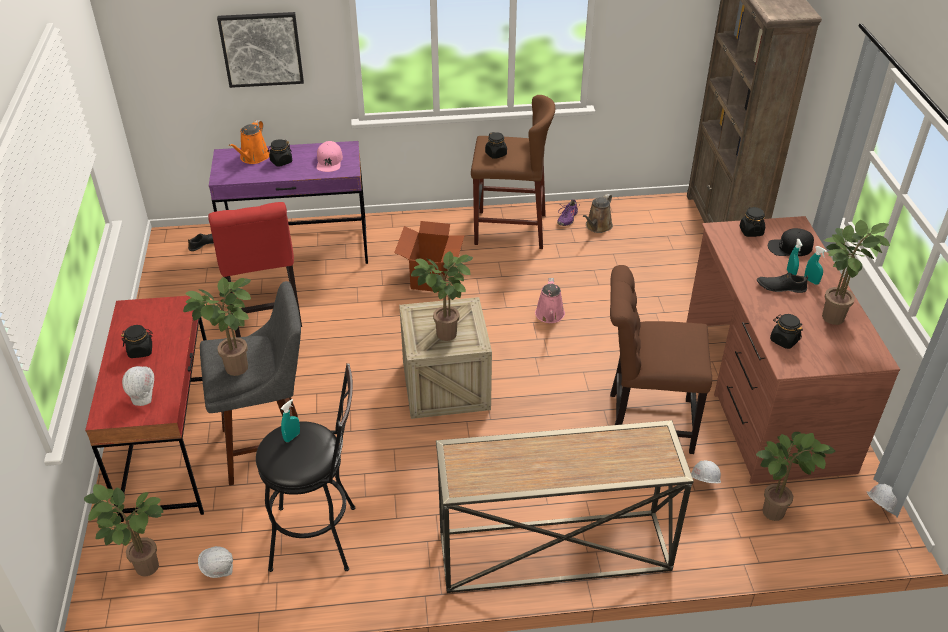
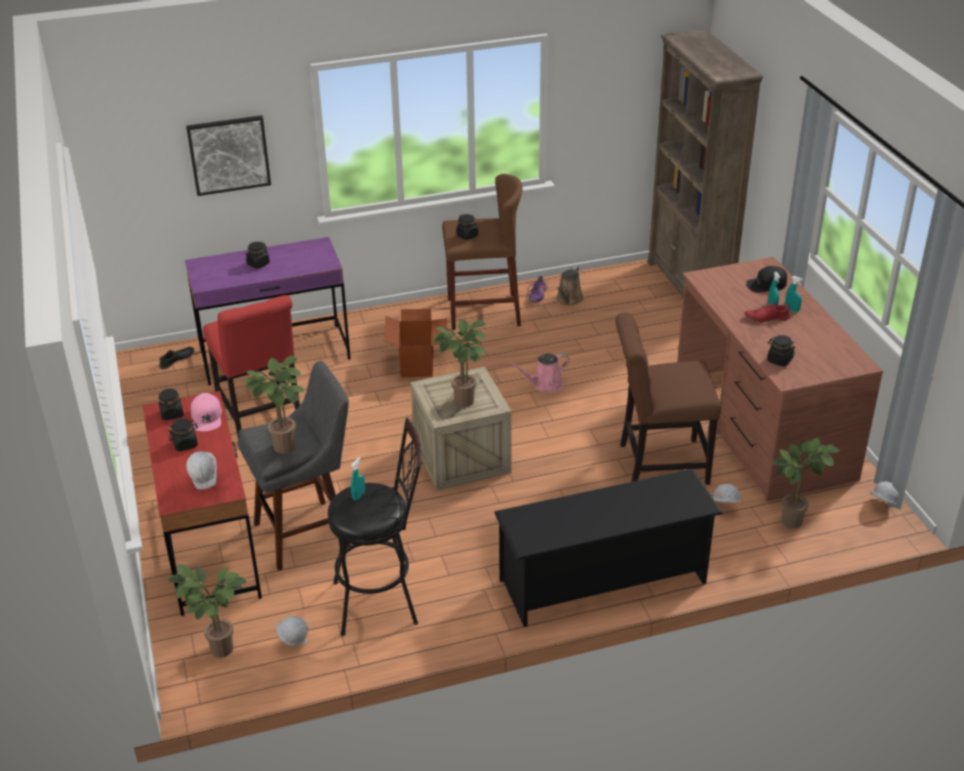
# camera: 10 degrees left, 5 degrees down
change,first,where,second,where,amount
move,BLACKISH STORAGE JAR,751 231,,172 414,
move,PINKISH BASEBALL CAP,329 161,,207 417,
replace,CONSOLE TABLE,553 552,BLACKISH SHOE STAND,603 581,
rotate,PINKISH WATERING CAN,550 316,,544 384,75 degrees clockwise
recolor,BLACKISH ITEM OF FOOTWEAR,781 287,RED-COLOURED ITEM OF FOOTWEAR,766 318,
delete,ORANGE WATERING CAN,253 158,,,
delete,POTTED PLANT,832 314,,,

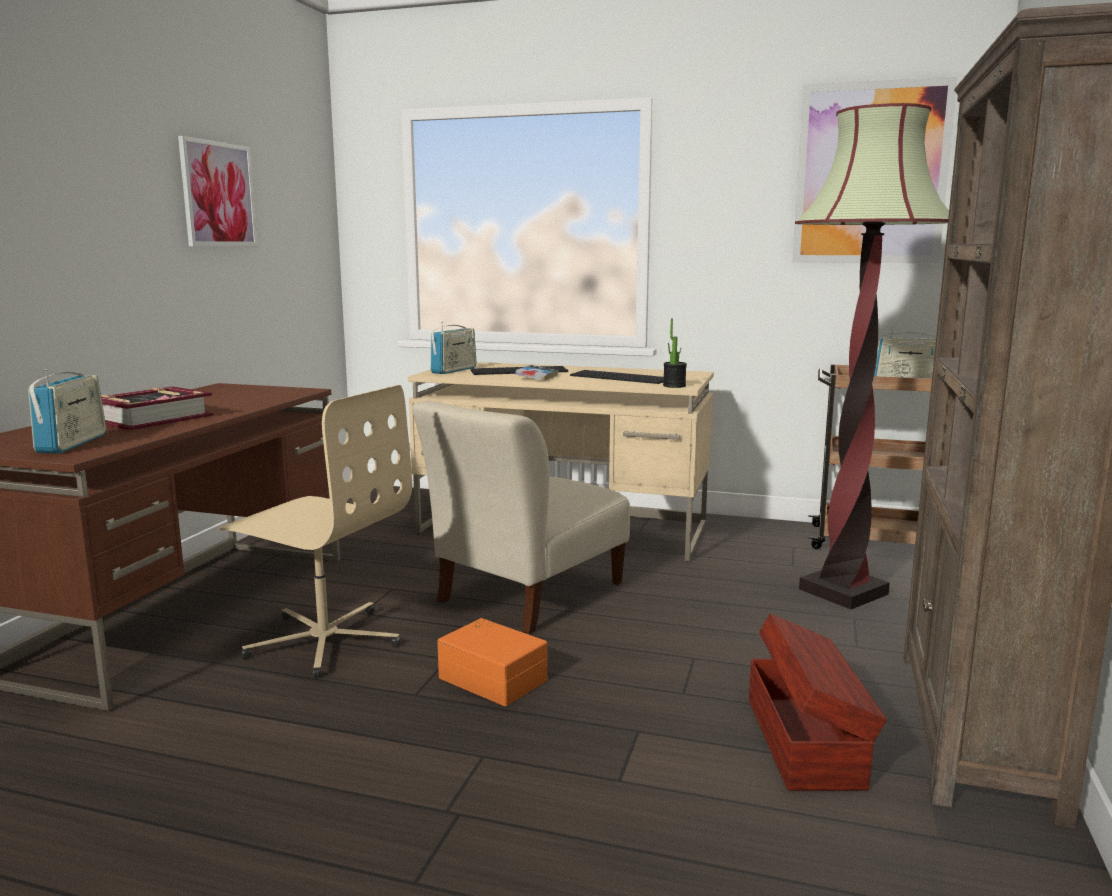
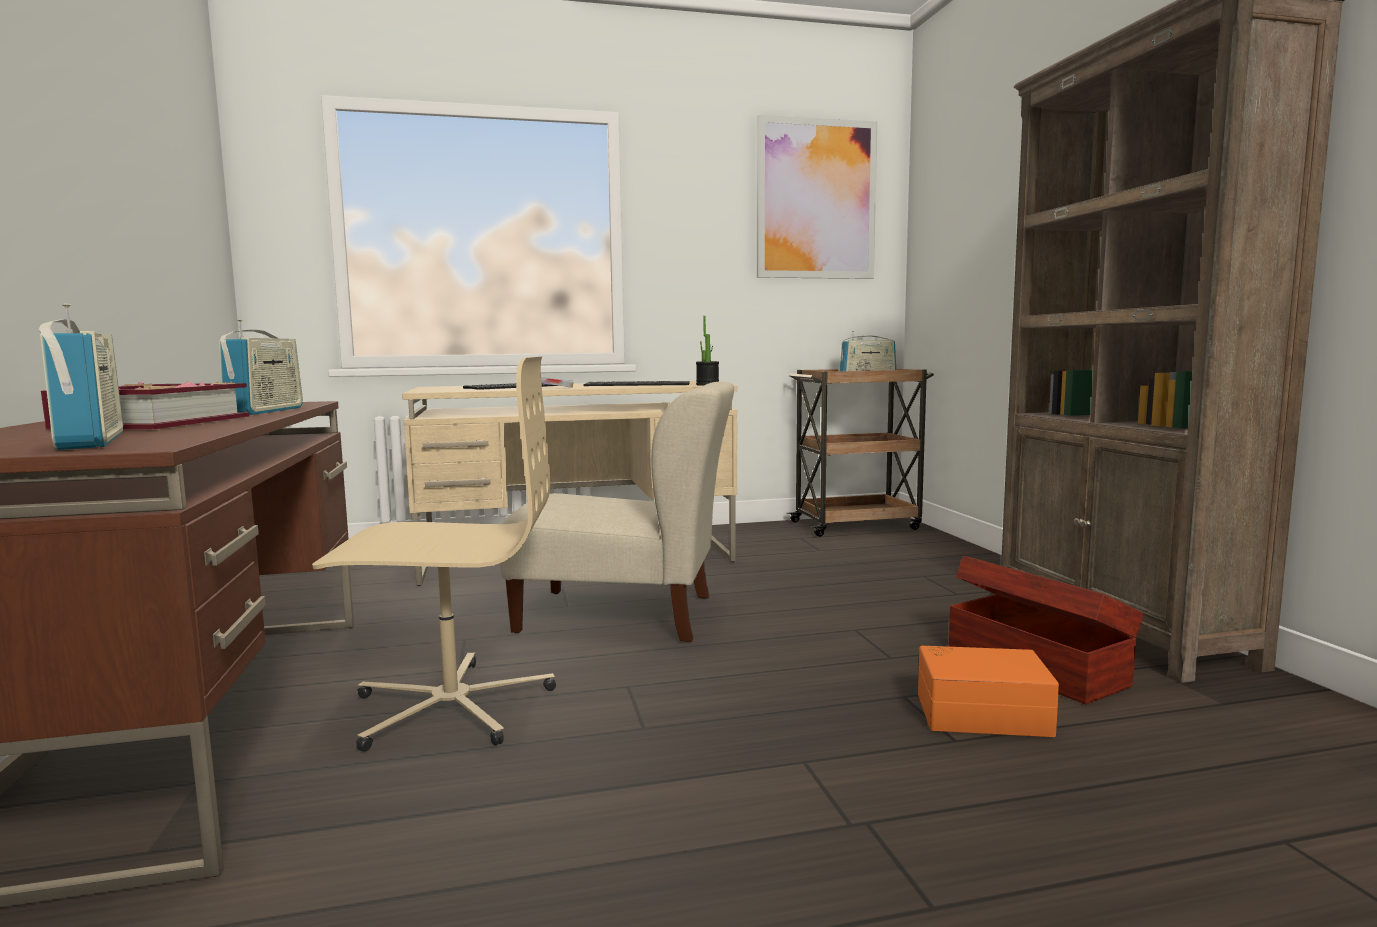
# camera: 30 degrees left, 5 degrees down
change,first,where,second,where,amount
move,RADIO RECEIVER,454 370,,266 411,
rotate,BEIGE-COLOURED PLAIN CHAIR,526 595,,626 615,90 degrees counterclockwise
move,ORANGE STORAGE CONTAINER,494 678,,981 712,
delete,WALL PICTURE,218 194,,,
delete,FLOOR LAMP,843 592,,,

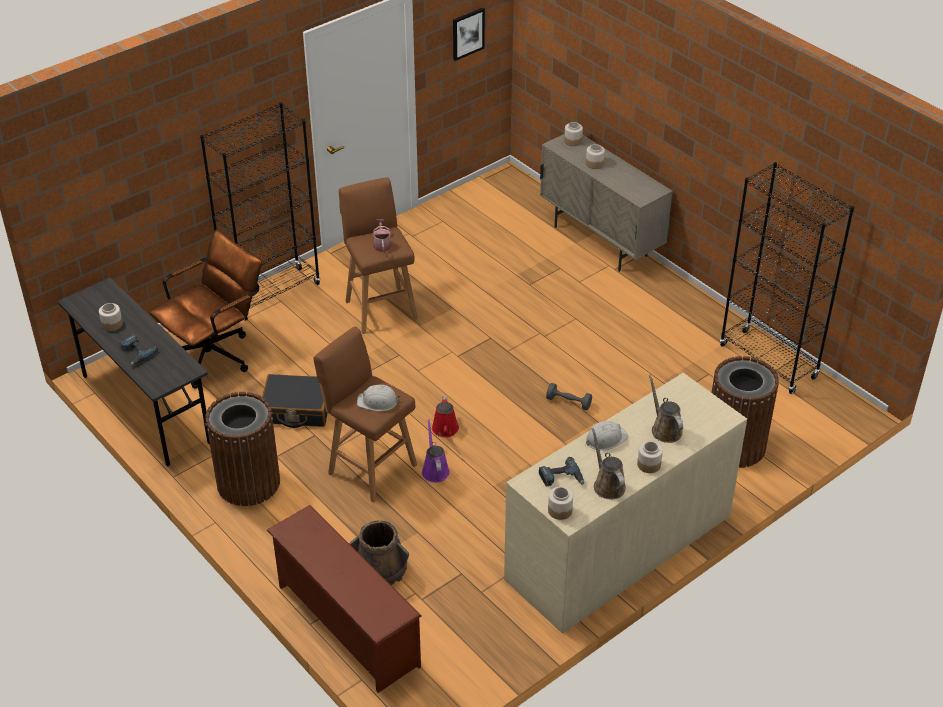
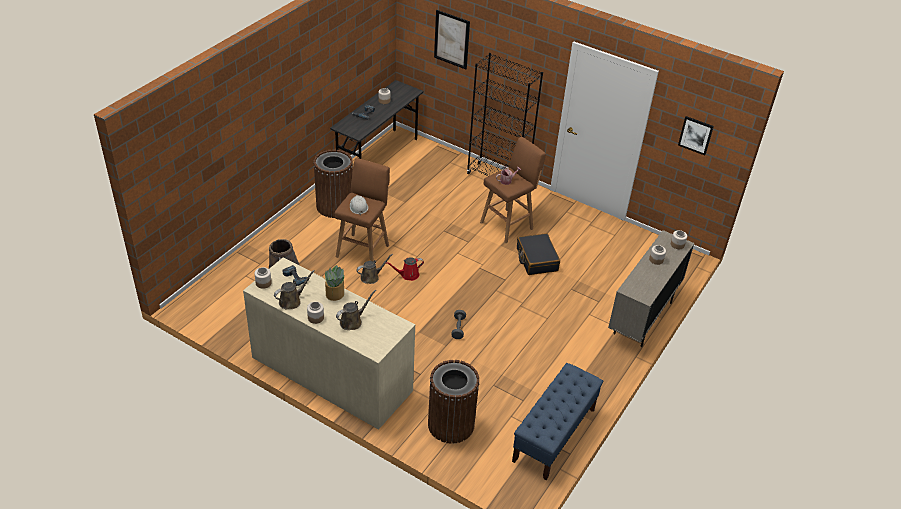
# camera: 70 degrees right, 0 degrees up
change,first,where,second,where,amount
replace,WHITISH SAFETY HELMET,605 438,POTTED PLANT,334 294,
recolor,PURPLE-COLOURED WATERING CAN,434 470,BROWN-COLOURED WATERING CAN,371 277,
insert,,,WALL PICTURE,451 39,
replace,BLACKISH BOOKCASE,768 362,BLUE-COLOURED LONG SEAT,554 435,
move,BLACKISH TRAVEL CASE,297 409,,536 259,
delete,BROWN-COLOURED DESK CHAIR,216 354,,,
delete,BROWN-COLOURED SHOE STAND,345 625,,,

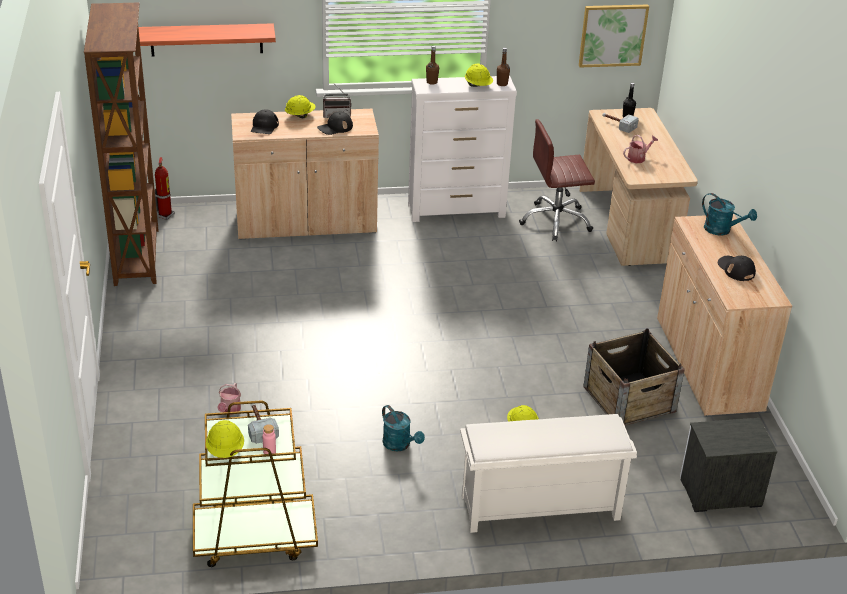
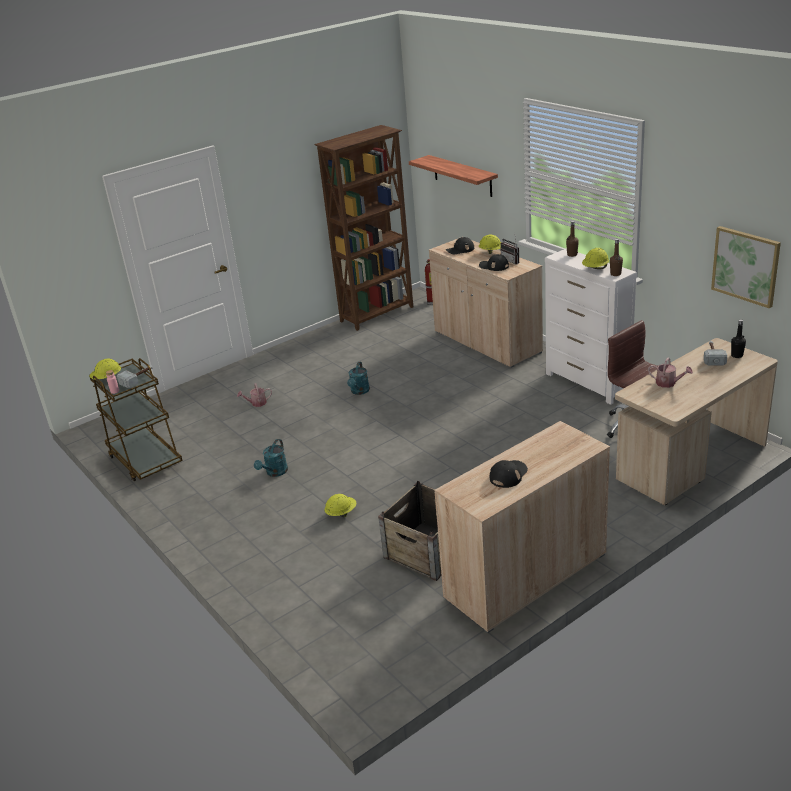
# camera: 65 degrees right, 5 degrees down
change,first,where,second,where,amount
move,BLUE-GREEN WATERING CAN,722 230,,359 391,
delete,WHITISH SHOE STAND,538 508,,,
delete,NIGHTSTAND,719 492,,,

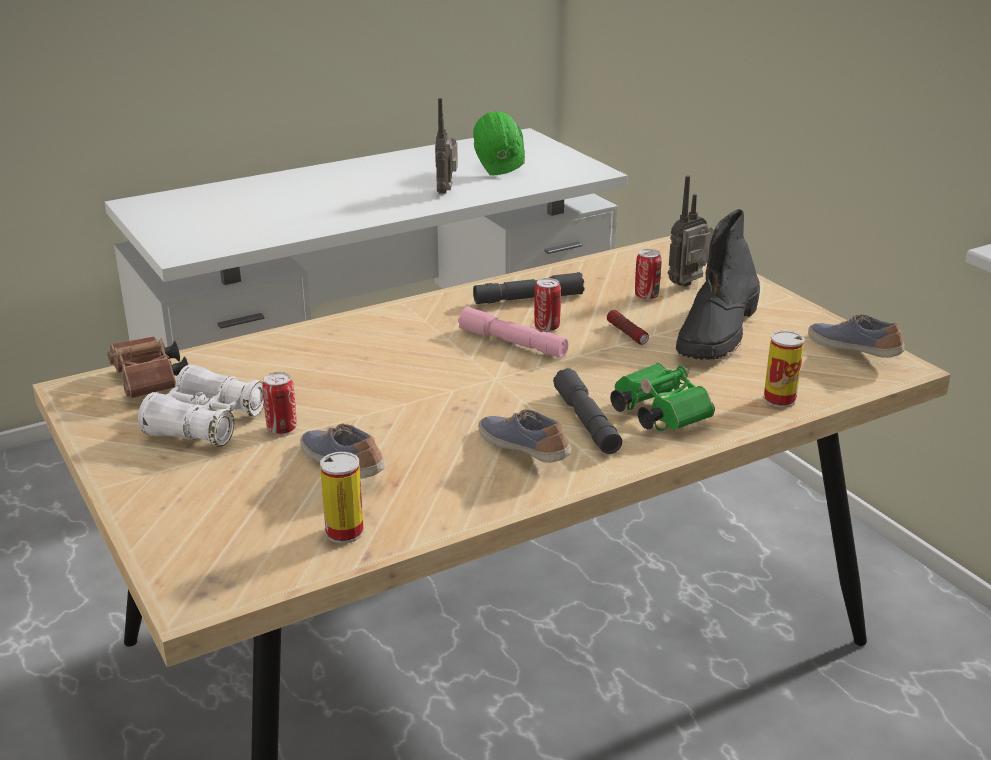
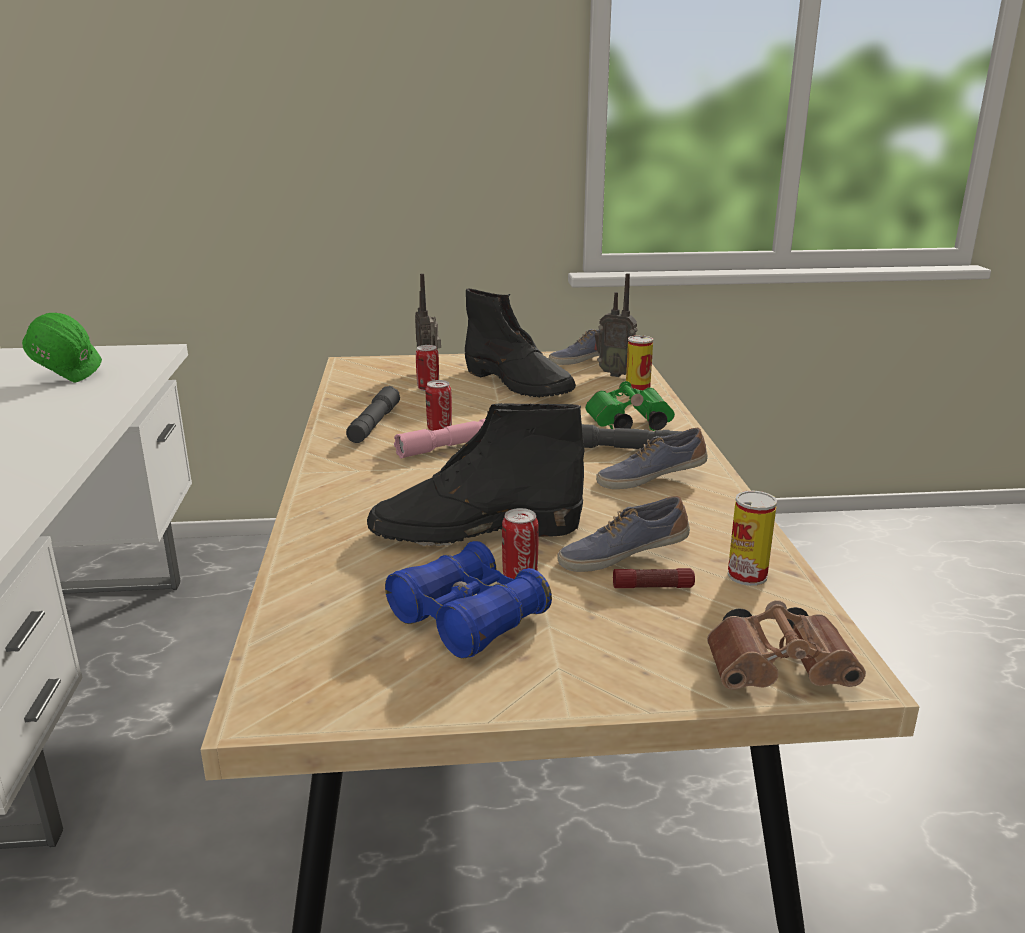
# camera: 65 degrees left, 5 degrees down
change,first,where,second,where,amount
insert,,,BLACKISH BOOT,473 531,
recolor,WHITISH BINOCULARS,206 424,BLUE-COLOURED BINOCULARS,468 618,
move,RADIO RECEIVER,447 191,,615 374,
move,TORCH,627 334,,653 587,
move,BROWN-COLOURED BINOCULARS,150 383,,782 673,

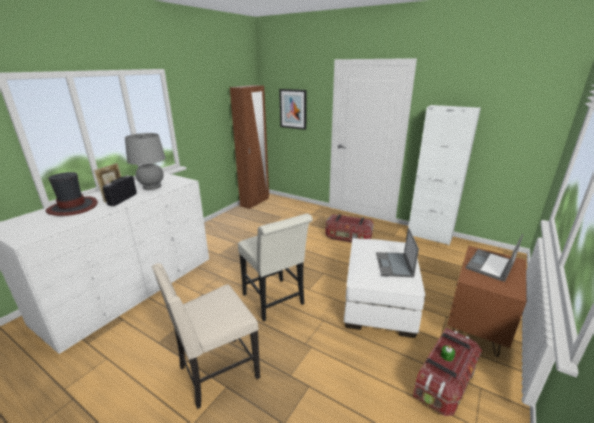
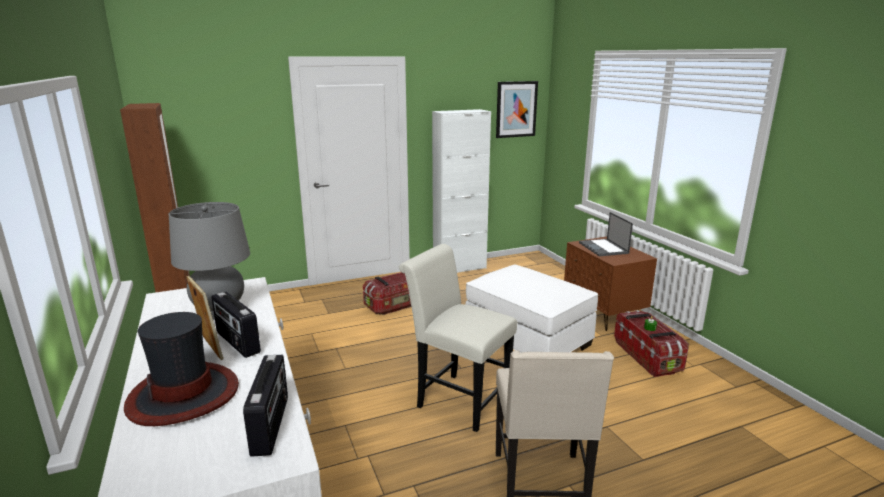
# camera: 55 degrees left, 5 degrees down
change,first,where,second,where,amount
insert,,,RADIO RECEIVER,271 425,
rotate,WHITISH PLAIN CHAIR,275 301,,457 399,150 degrees counterclockwise
move,WALL PICTURE,293 109,,516 109,
delete,LAPTOP,394 265,,,

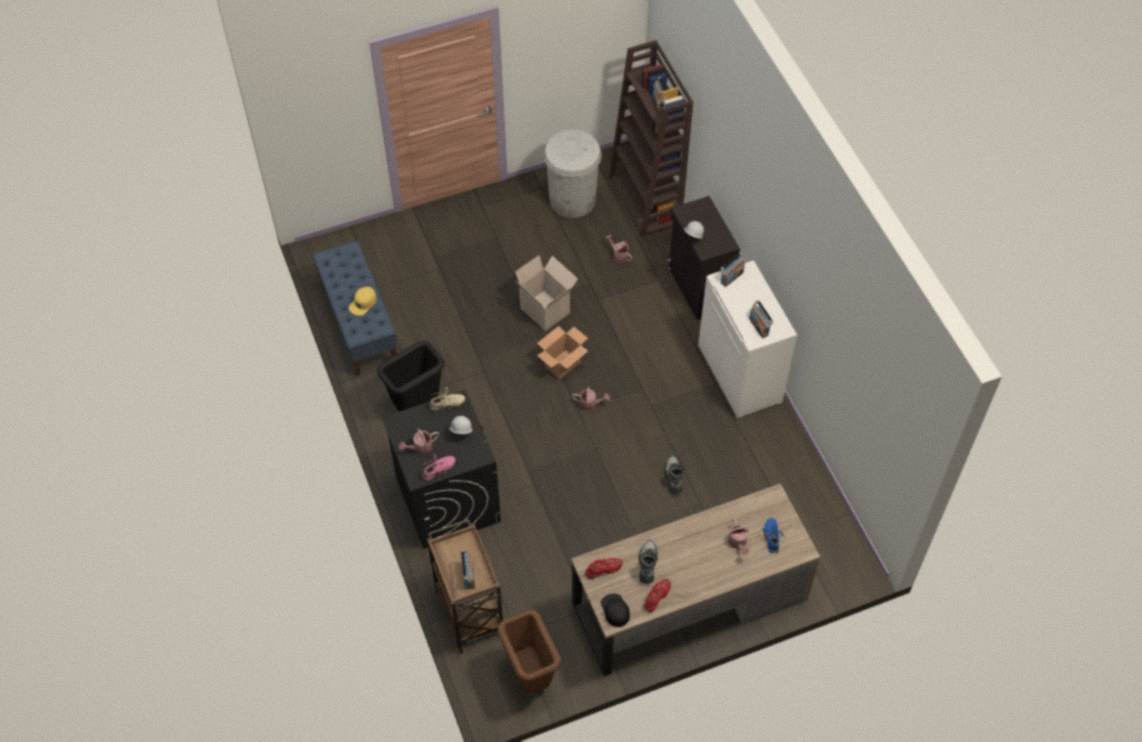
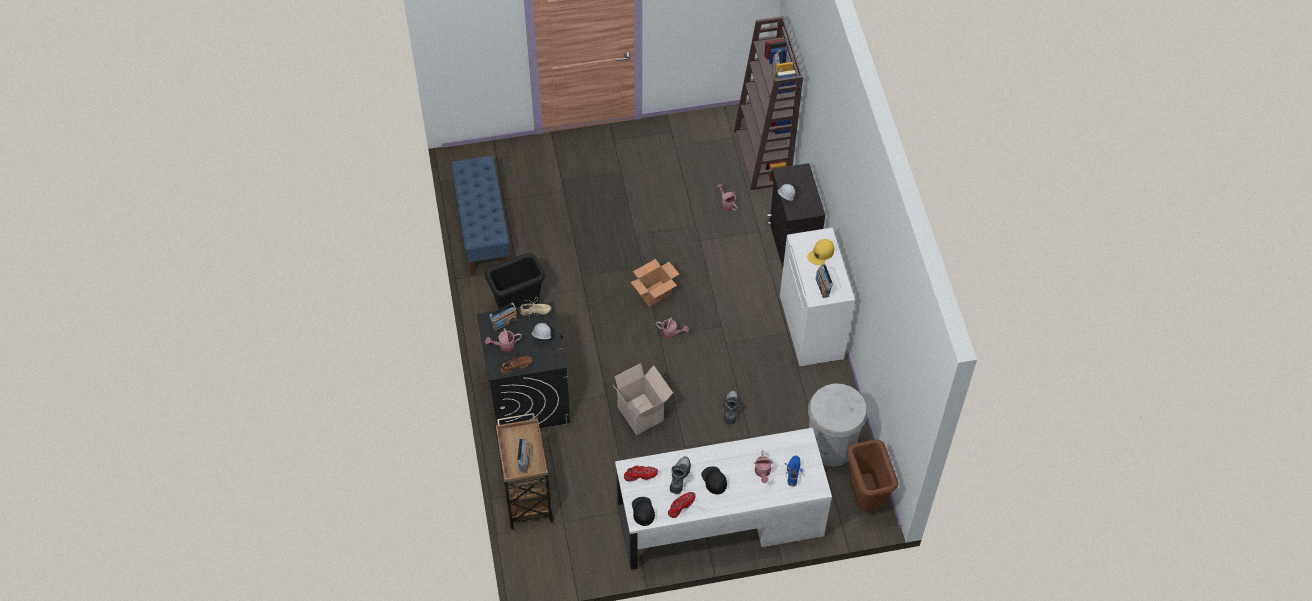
# camera: 10 degrees right, 0 degrees up
change,first,where,second,where,amount
move,RADIO RECEIVER,731 277,,504 323,
recolor,PINKISH ITEM OF FOOTWEAR,439 469,BROWN-COLOURED ITEM OF FOOTWEAR,516 366,
move,CARTON,546 310,,642 414,
recolor,BROWN-COLOURED DESK TABLE,689 601,WHITISH DESK TABLE,719 519,
insert,,,BLACKISH BASEBALL CAP,714 480,
move,YELLOW-COLOURED BASEBALL CAP,363 303,,821 253,
move,WHITISH TRASH CAN,572 199,,831 445,
move,BROWN-COLOURED TRASH CAN,530 675,,865 497,

